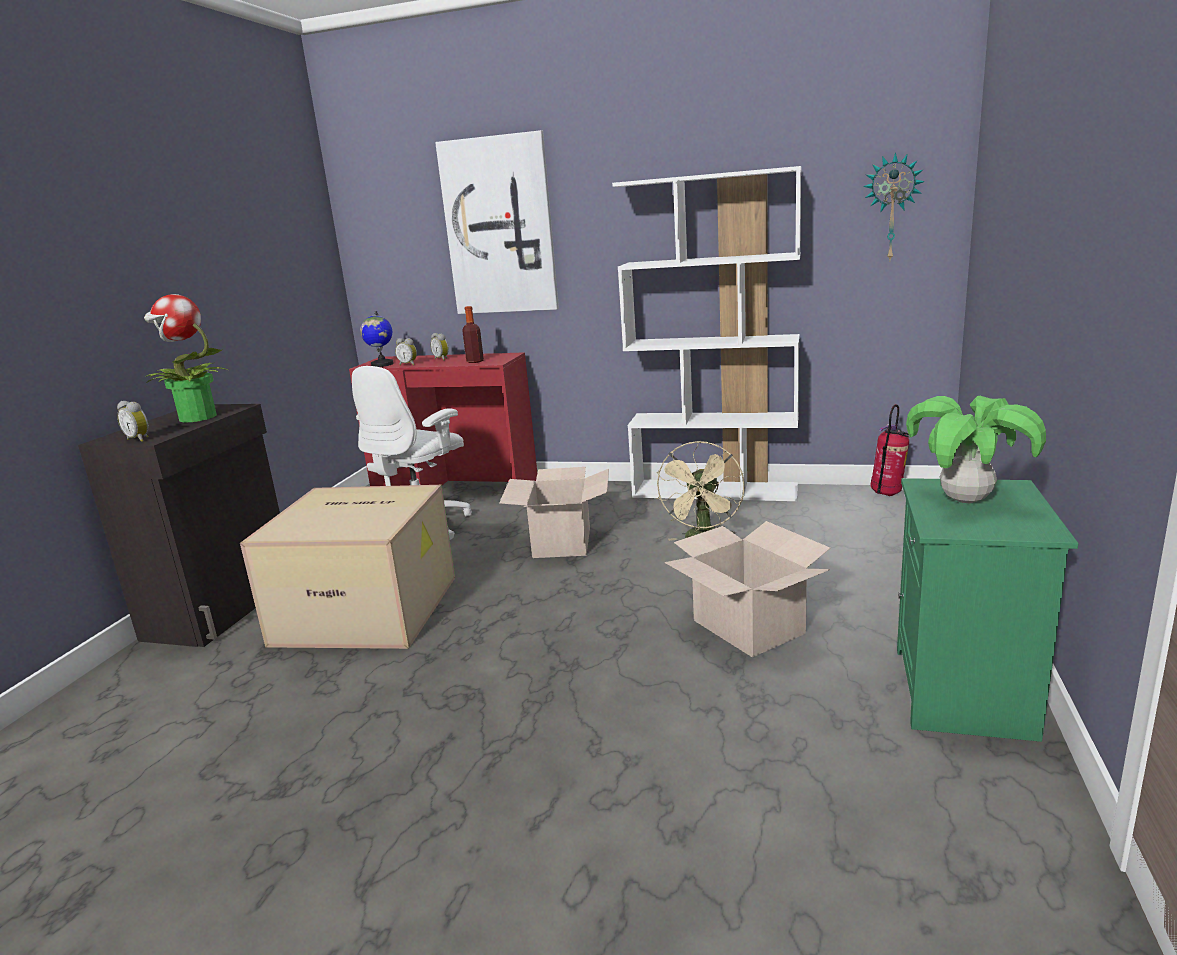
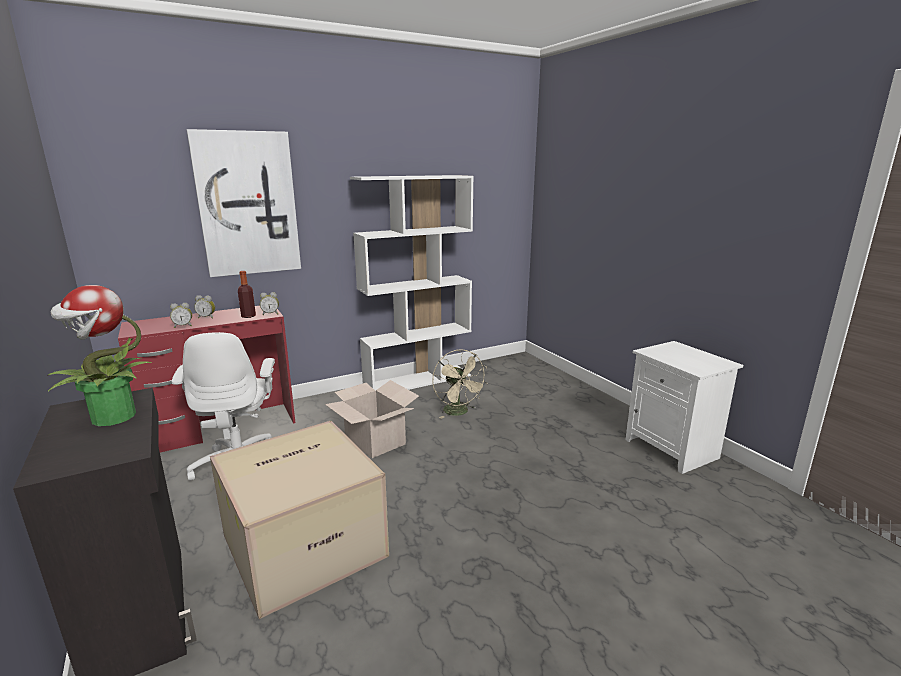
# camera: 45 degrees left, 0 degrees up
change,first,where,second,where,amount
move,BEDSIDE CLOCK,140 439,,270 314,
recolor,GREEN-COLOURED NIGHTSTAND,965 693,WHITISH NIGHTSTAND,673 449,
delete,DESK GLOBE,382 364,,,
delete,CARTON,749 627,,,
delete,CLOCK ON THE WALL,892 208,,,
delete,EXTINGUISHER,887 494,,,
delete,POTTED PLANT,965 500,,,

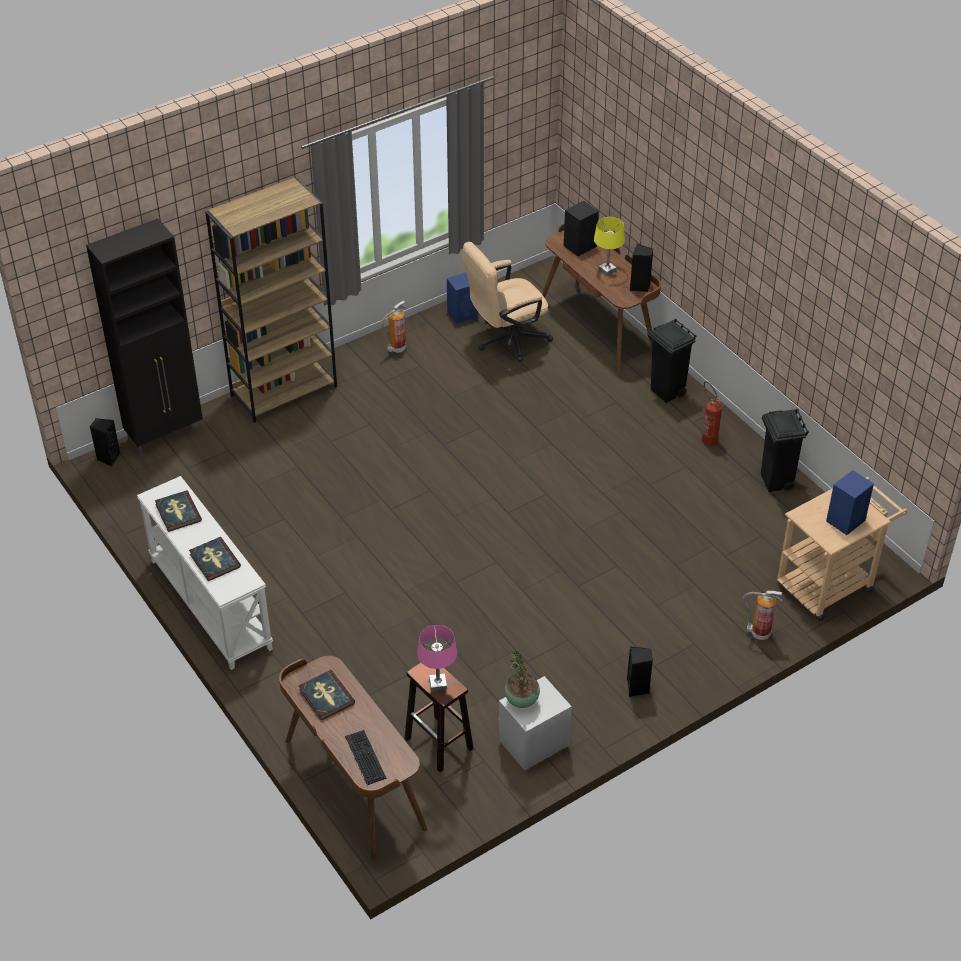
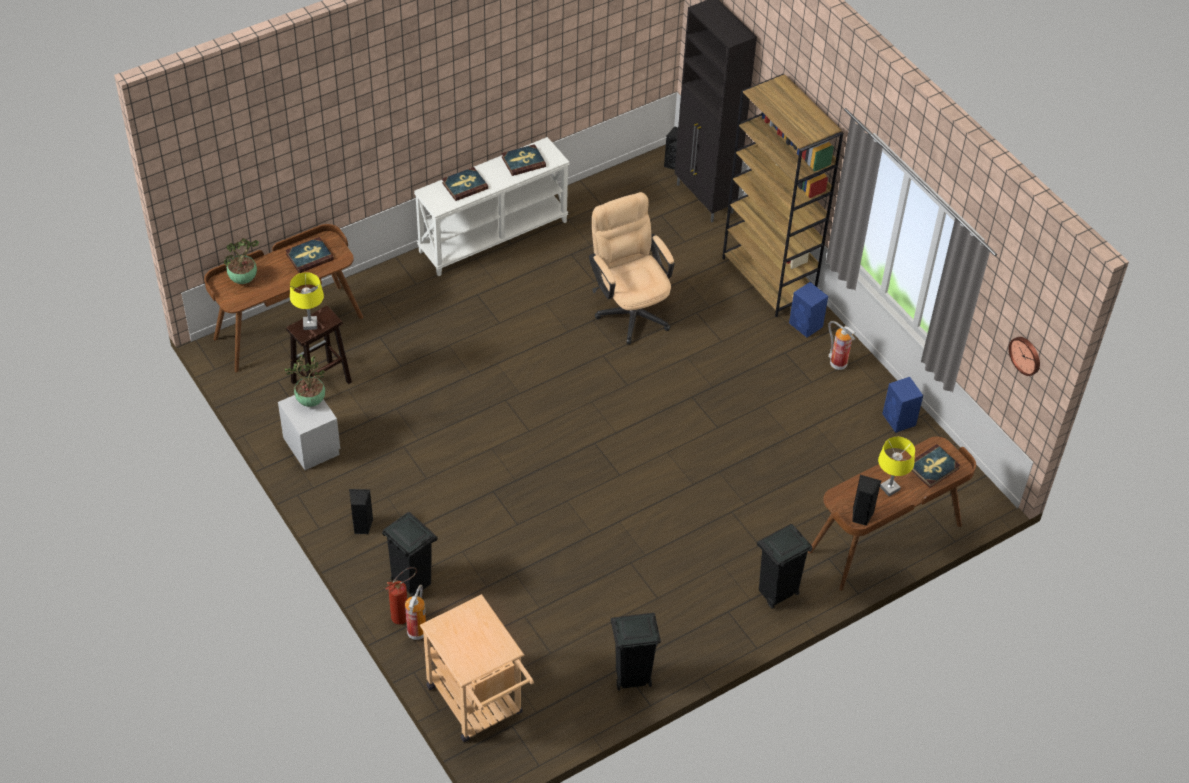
# camera: 90 degrees right, 5 degrees up
change,first,where,second,where,amount
replace,COMPUTER KEYBOARD,364 757,POTTED PLANT,244 279,
recolor,PINKISH TABLE LAMP,438 684,YELLOW-COLOURED TABLE LAMP,310 324,
insert,,,BLACKISH TRASH CAN,411 582,
move,EXTINGUISHER,707 438,,404 615,
move,BEIGE-COLOURED DESK CHAIR,506 340,,630 309,
move,BLUE-COLOURED LOUDSPEAKER,846 520,,806 325,
replace,BLACKISH LOUDSPEAKER,580 246,BOUND BOOK,933 467,
insert,,,CLOCK ON THE WALL,1026 355,

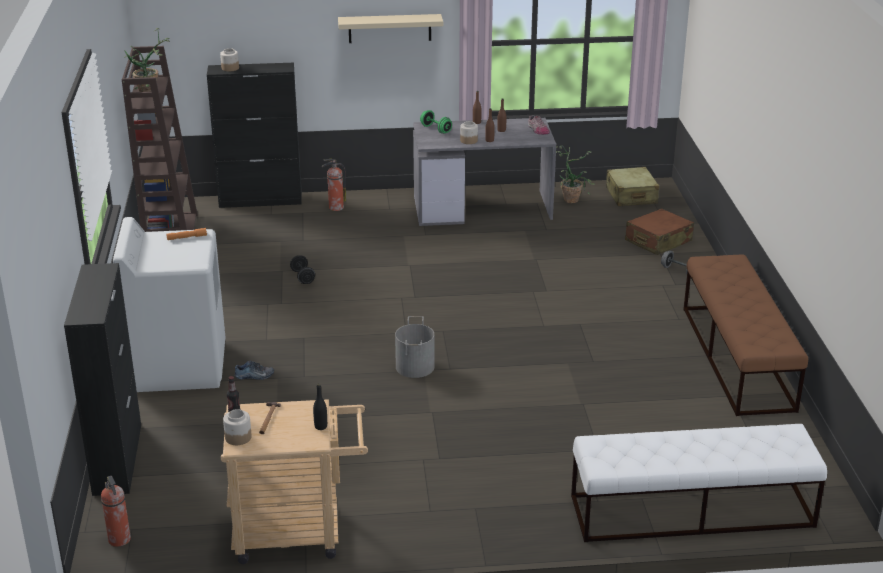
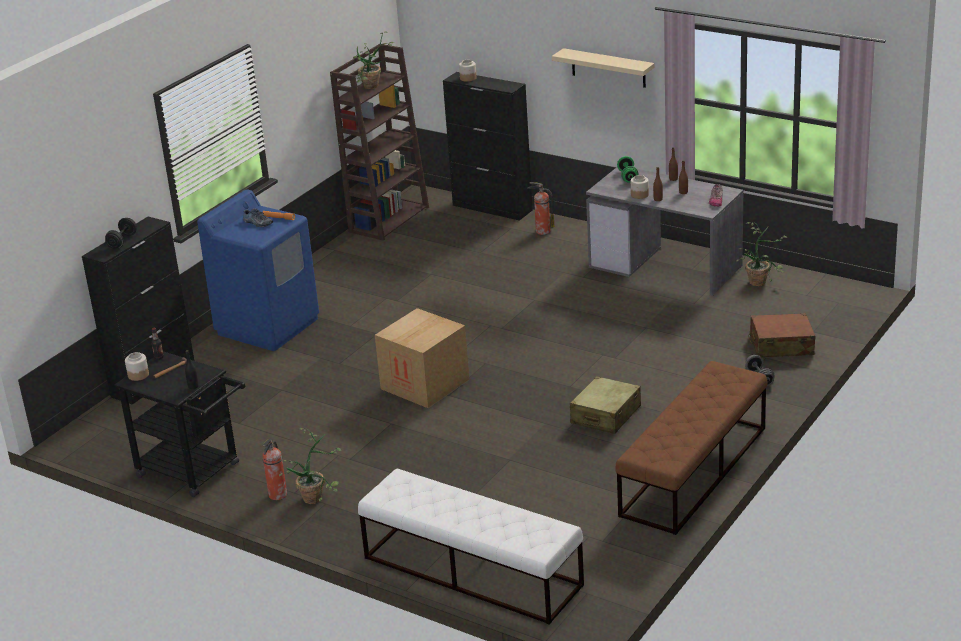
# camera: 40 degrees right, 0 degrees up
change,first,where,second,where,amount
move,BLACKISH DUMBBELL,303 277,,122 241,
recolor,BEIGE-COLOURED CART,298 533,BLACKISH CART,195 472,
recolor,WHITISH LAUNDRY APPLIANCE,179 366,BLUE-COLOURED LAUNDRY APPLIANCE,268 326,
move,ITEM OF FOOTWEAR,254 376,,257 223,
move,EXTINGUISHER,119 540,,277 495,
insert,,,POTTED PLANT,318 497,
replace,GREYISH PAIL,414 367,CARTON,425 384,
move,BEIGE-COLOURED TRAVEL CASE,631 196,,605 415,

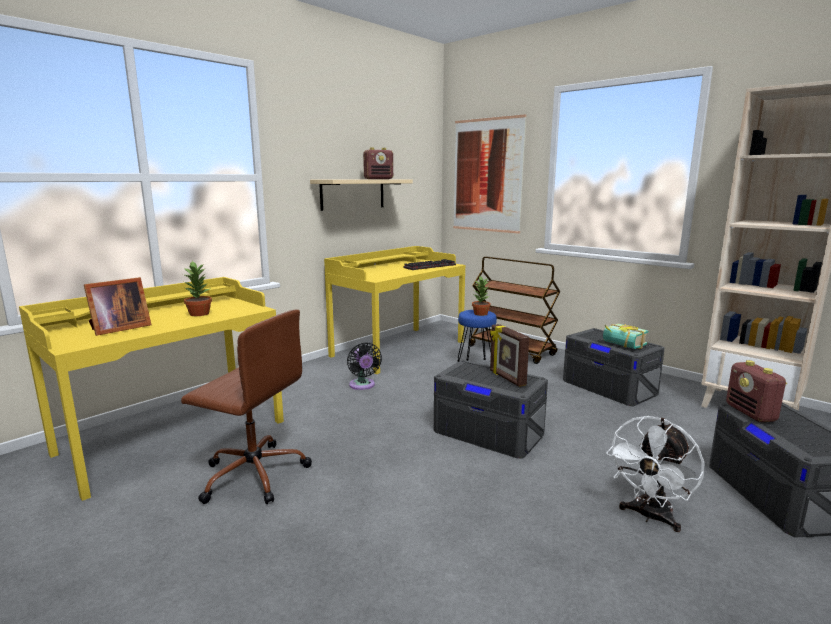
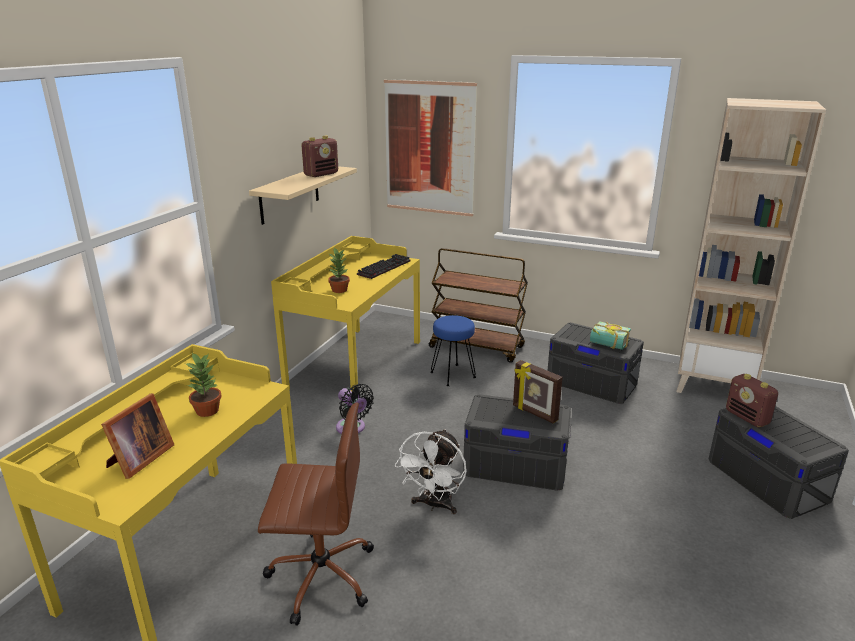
# camera: 20 degrees left, 10 degrees up
change,first,where,second,where,amount
move,POTTED PLANT,481 314,,339 290,
move,WHITISH FAN,649 517,,434 505,

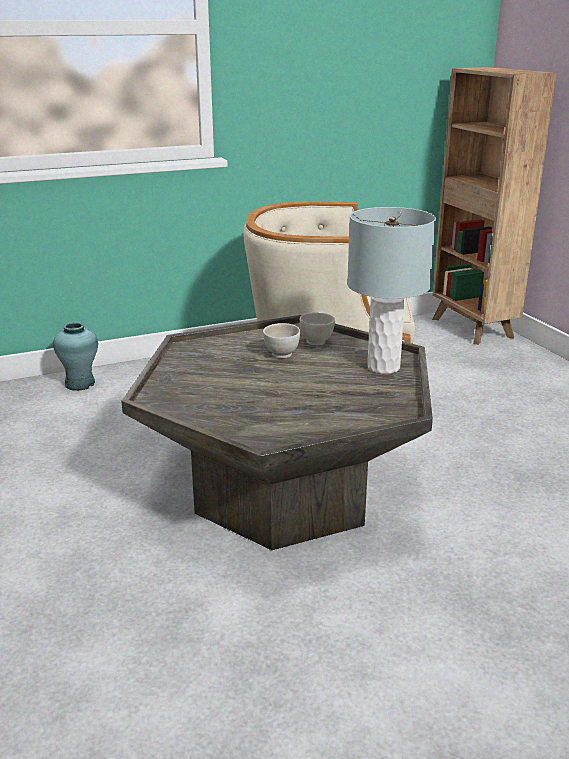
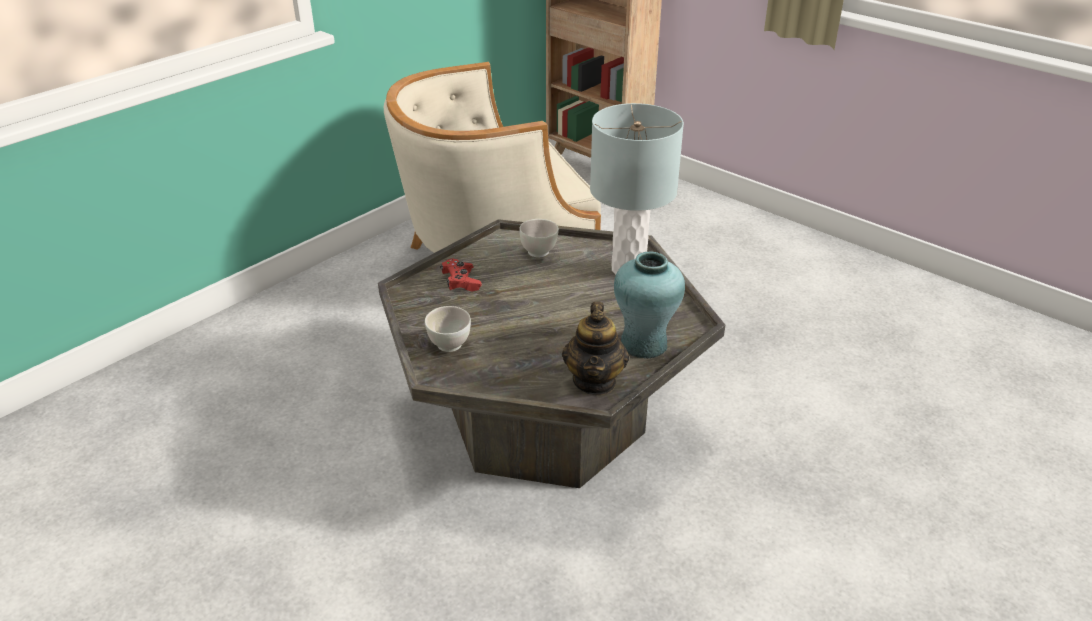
# camera: 25 degrees left, 10 degrees up
change,first,where,second,where,amount
move,WHITISH DEEP DISH,281 355,,449 346,
insert,,,RED-COLOURED JOYPAD,461 282,
insert,,,TEAPOT,595 381,
move,BLUE-GREEN DECORATIVE VASE,80 384,,643 343,

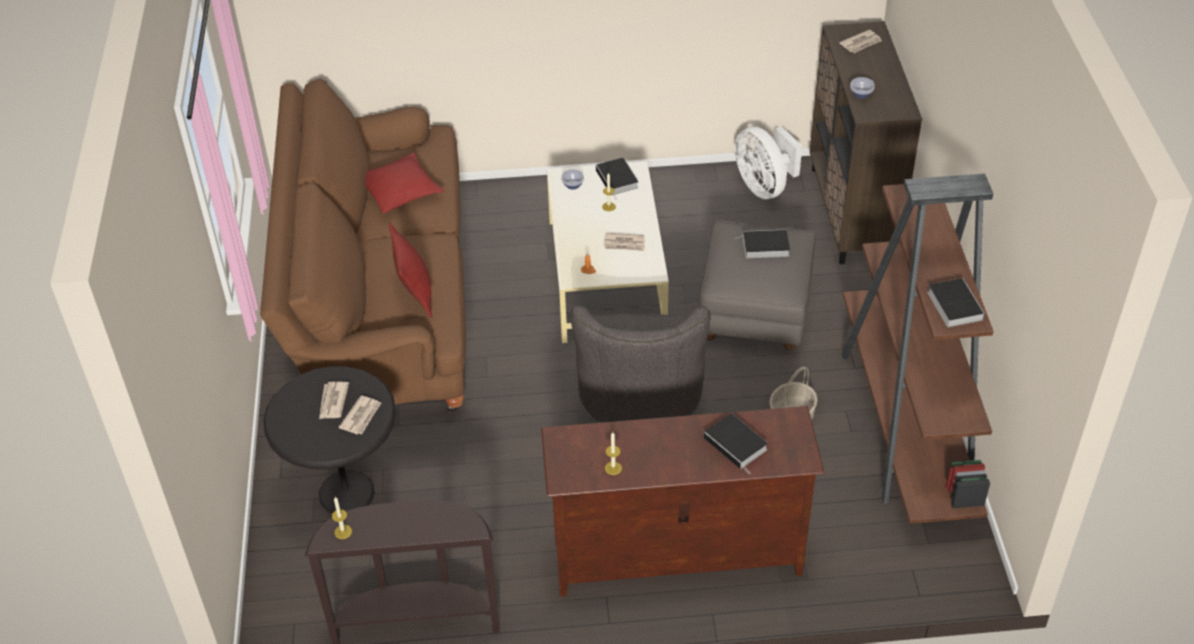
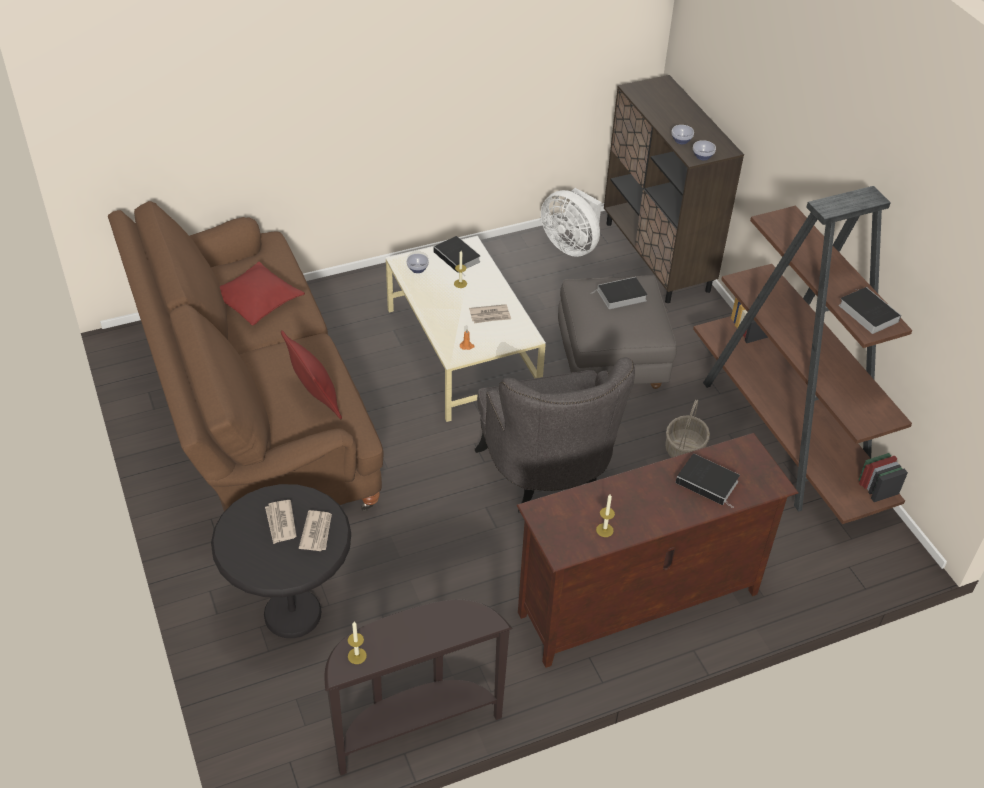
# camera: 20 degrees left, 0 degrees up
change,first,where,second,where,amount
insert,,,DEEP DISH,703 156,
delete,DAILY PAPER,861 43,,,

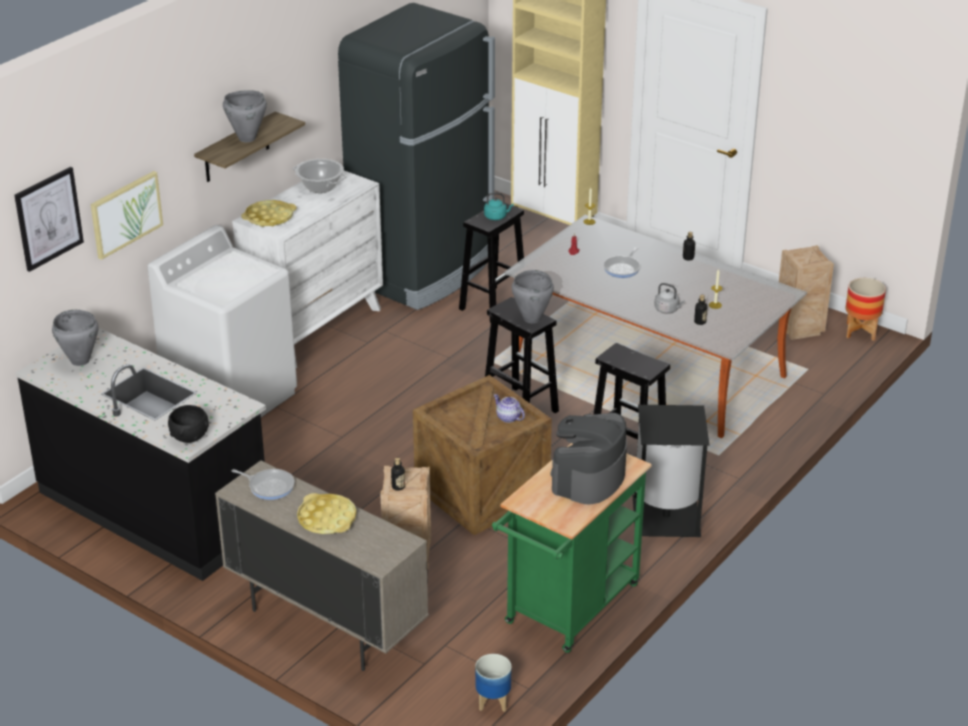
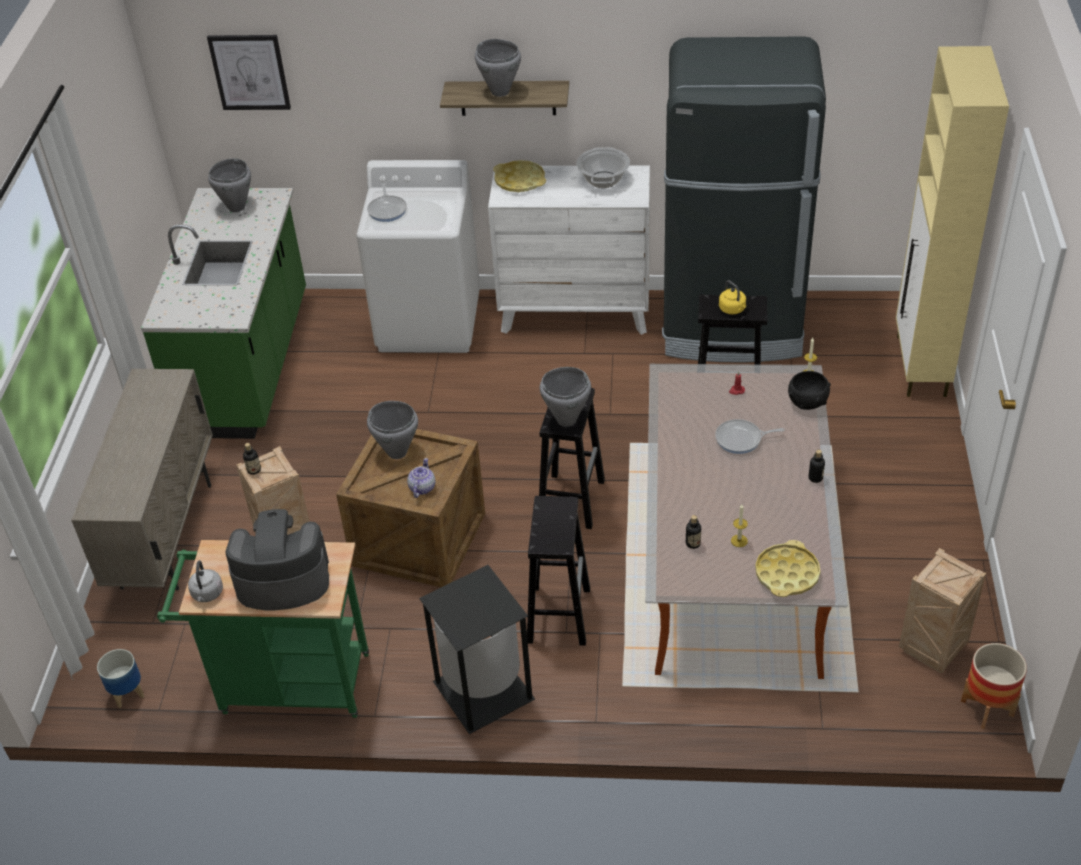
# camera: 60 degrees right, 10 degrees up
change,first,where,second,where,amount
recolor,BLACKISH KITCHEN COUNTER,155 509,GREEN-COLOURED KITCHEN COUNTER,248 364,
move,GREYISH KETTLE,667 310,,207 594,
move,FRYING PAN,269 486,,387 209,
insert,,,GREYISH STOCKPOT,397 452,
recolor,BLUE-GREEN KETTLE,496 217,YELLOW-COLOURED KETTLE,733 309,
move,YELLOW-COLOURED CARRYING TRAY,327 519,,787 574,
move,BLACKISH DEEP DISH,189 436,,807 402,
delete,WALL PICTURE,126 214,,,

